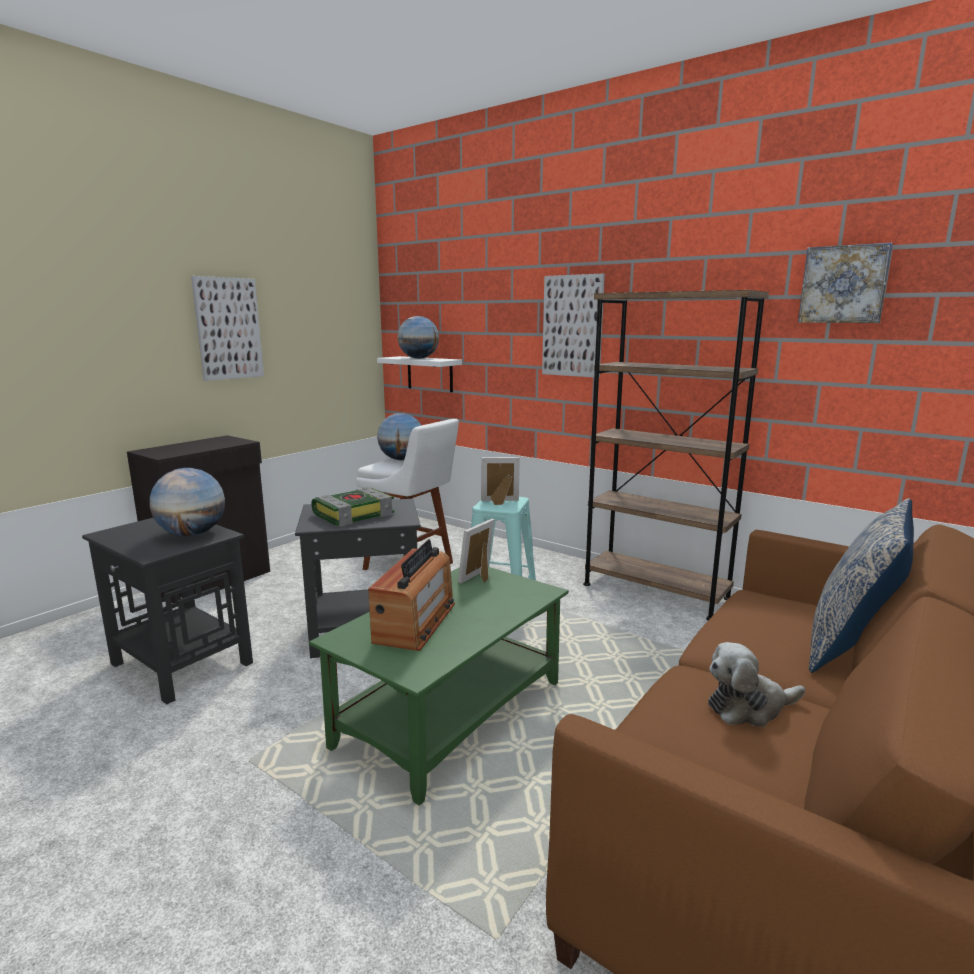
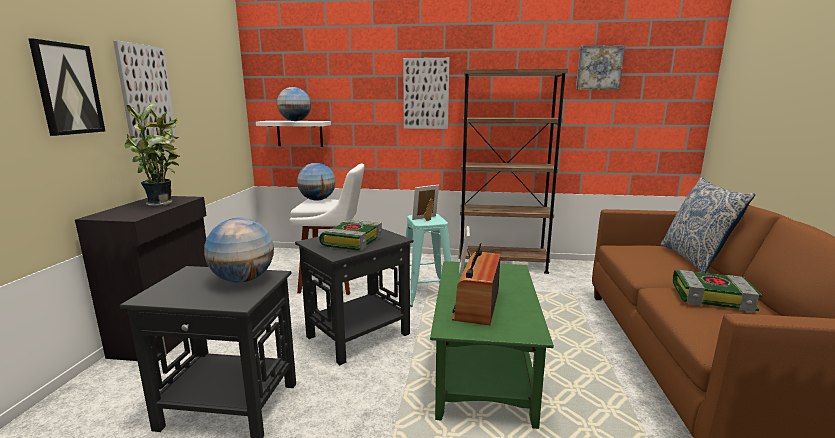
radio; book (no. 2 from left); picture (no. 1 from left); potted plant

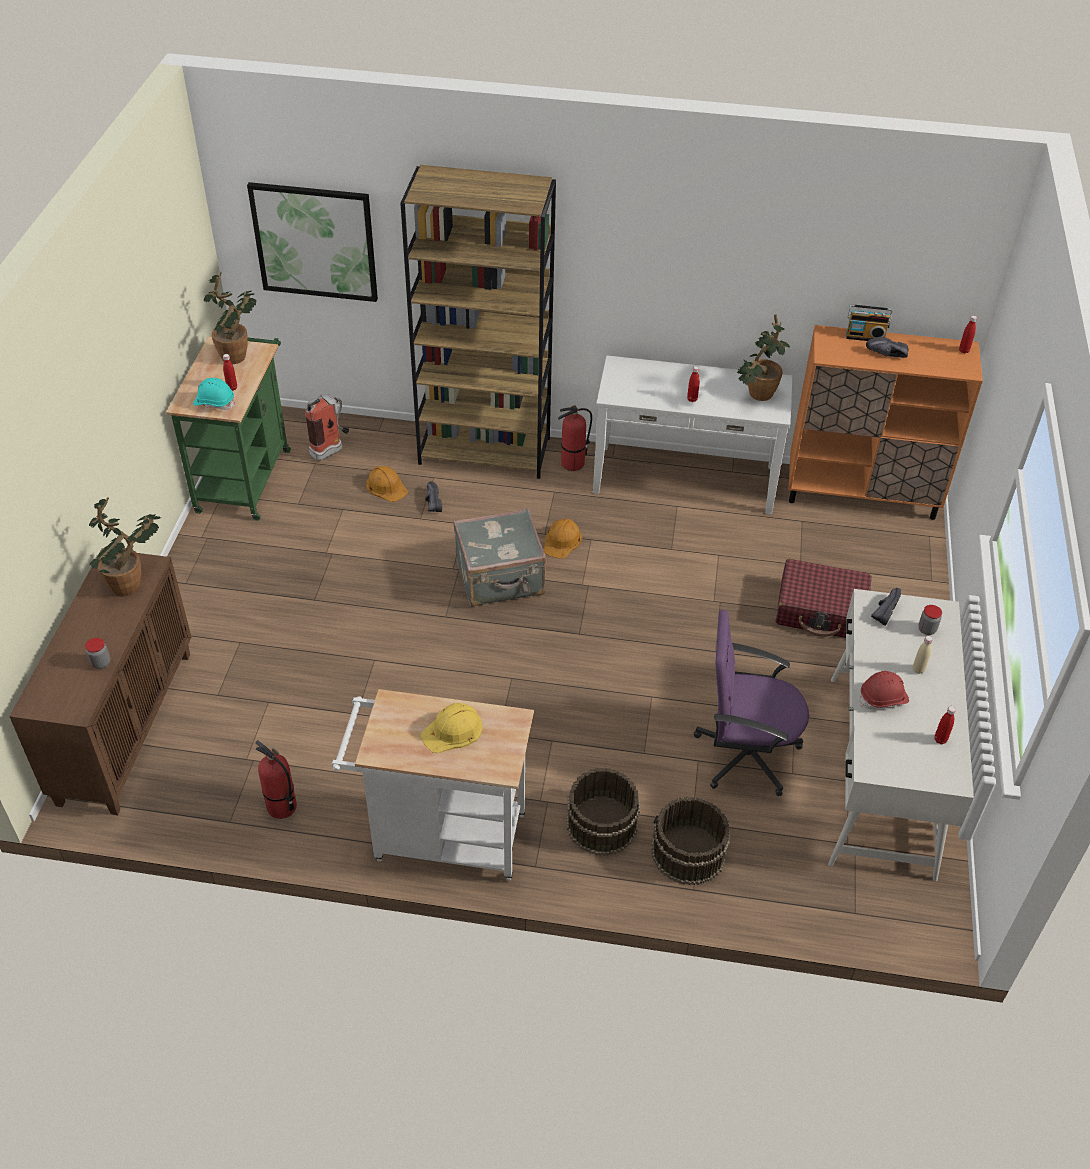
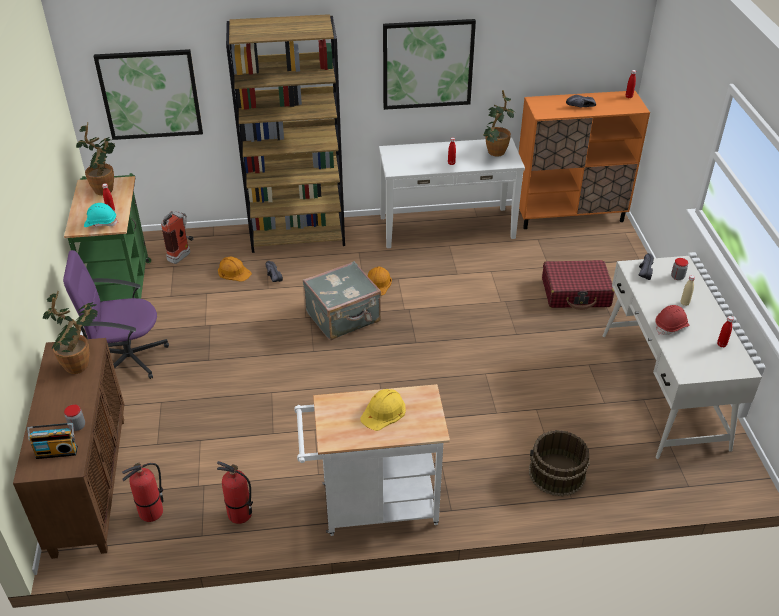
fire extinguisher (no. 1 from left); brown bucket (no. 1 from left in the first image); purple office chair; radio; picture (no. 2 from left)

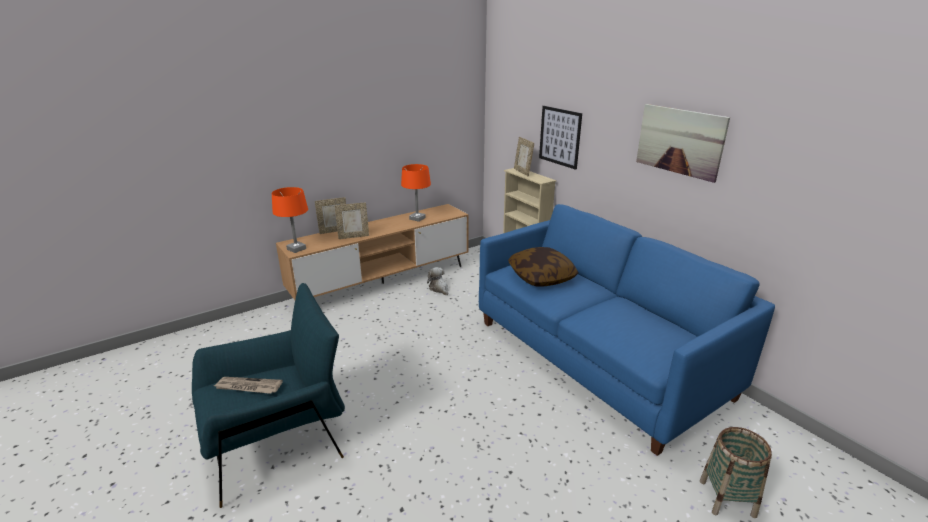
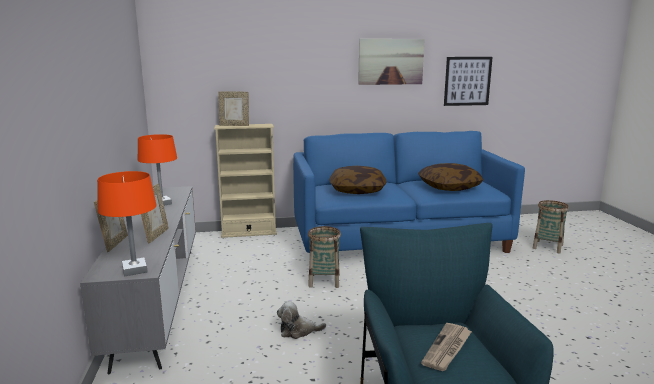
grey tv stand; plush toy; picture (no. 2 from left); basket (no. 1 from left); pillow (no. 2 from left)

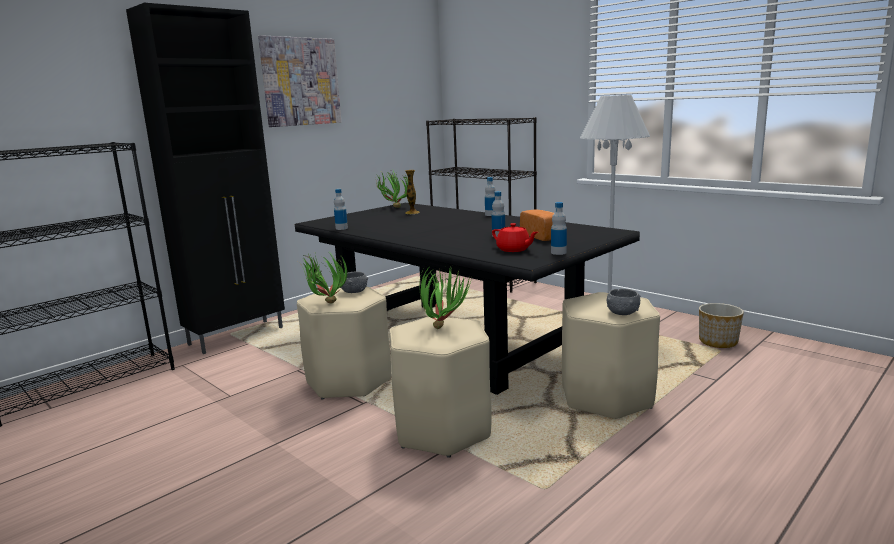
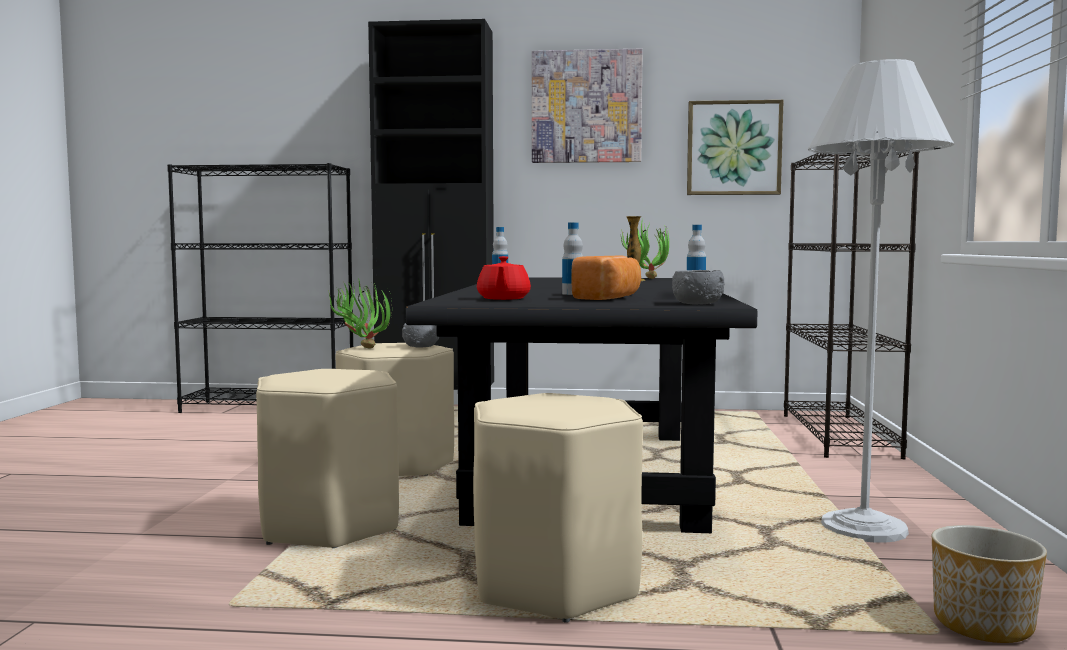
potted plant (no. 3 from left in the first image); bottle (no. 4 from left in the first image); grey bowl (no. 2 from left); picture (no. 2 from left)

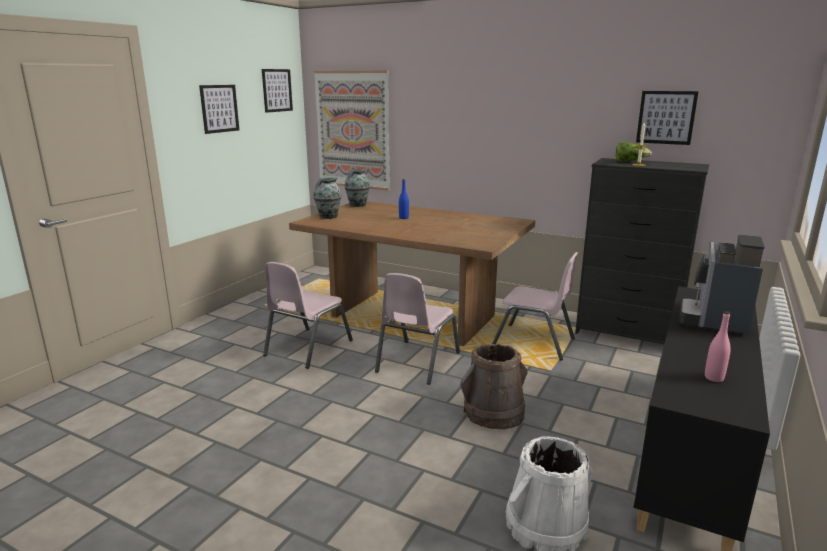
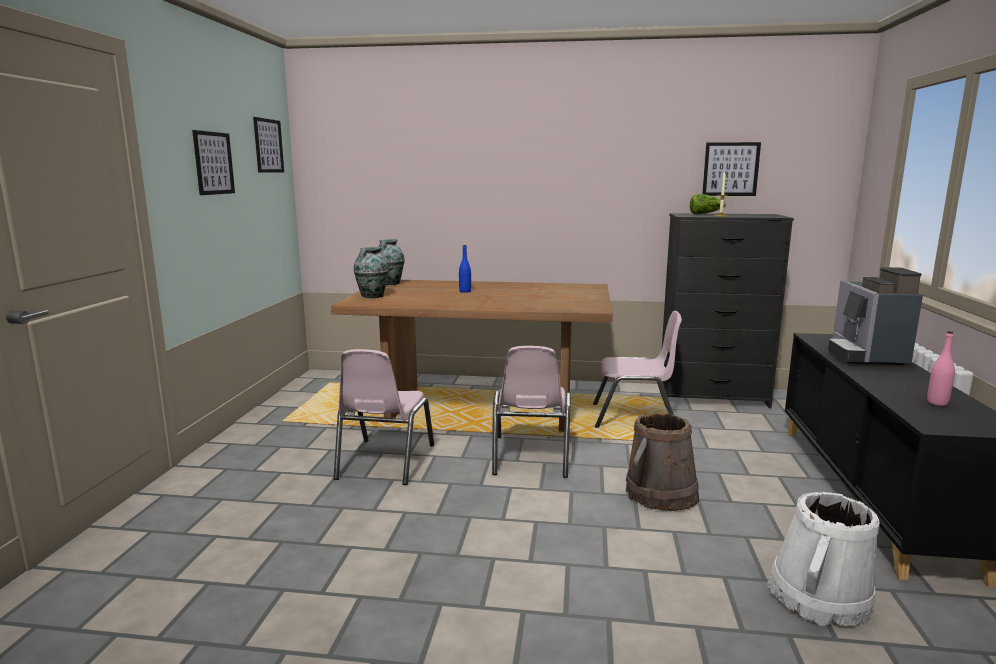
picture (no. 3 from left in the first image)

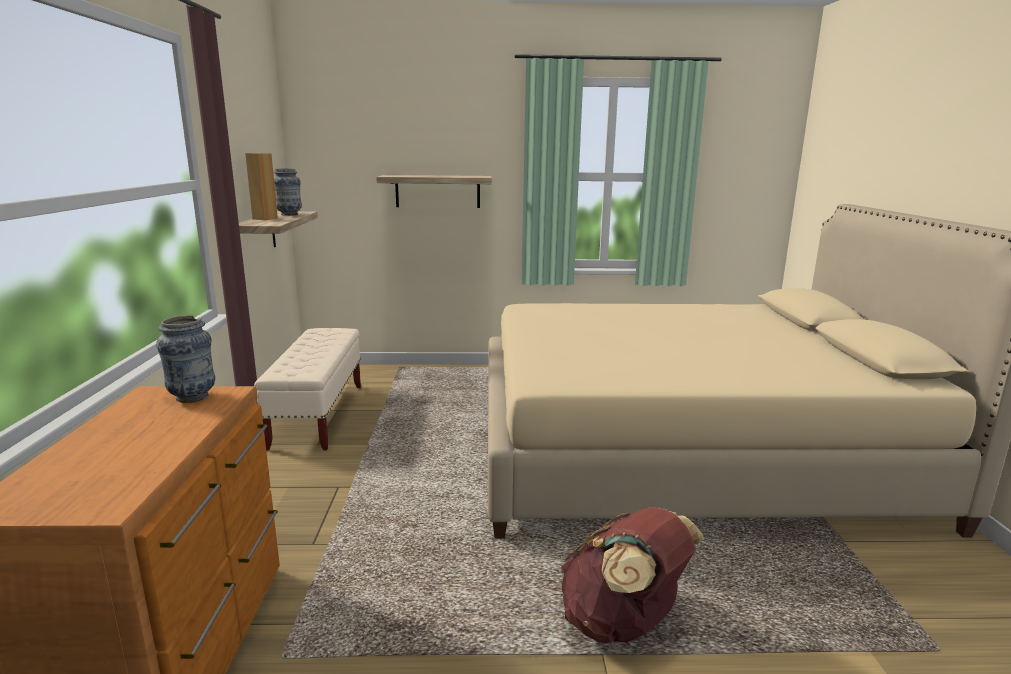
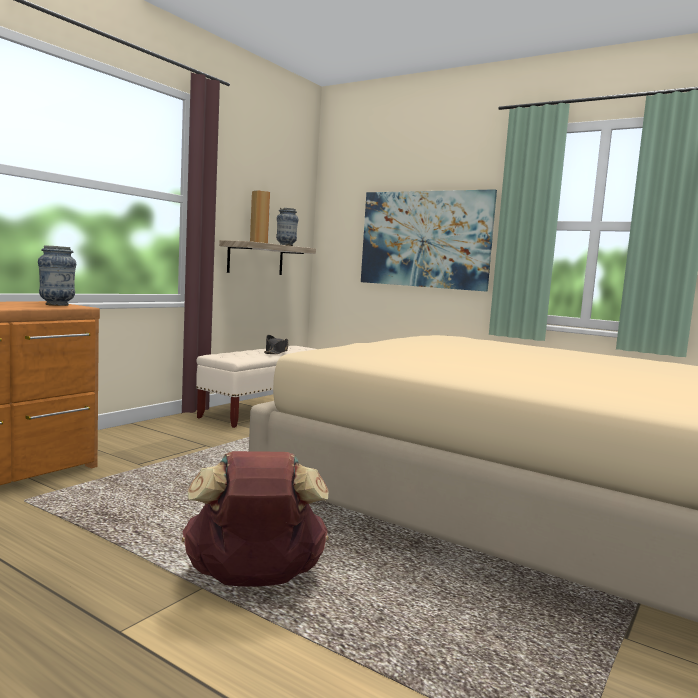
picture; black hat

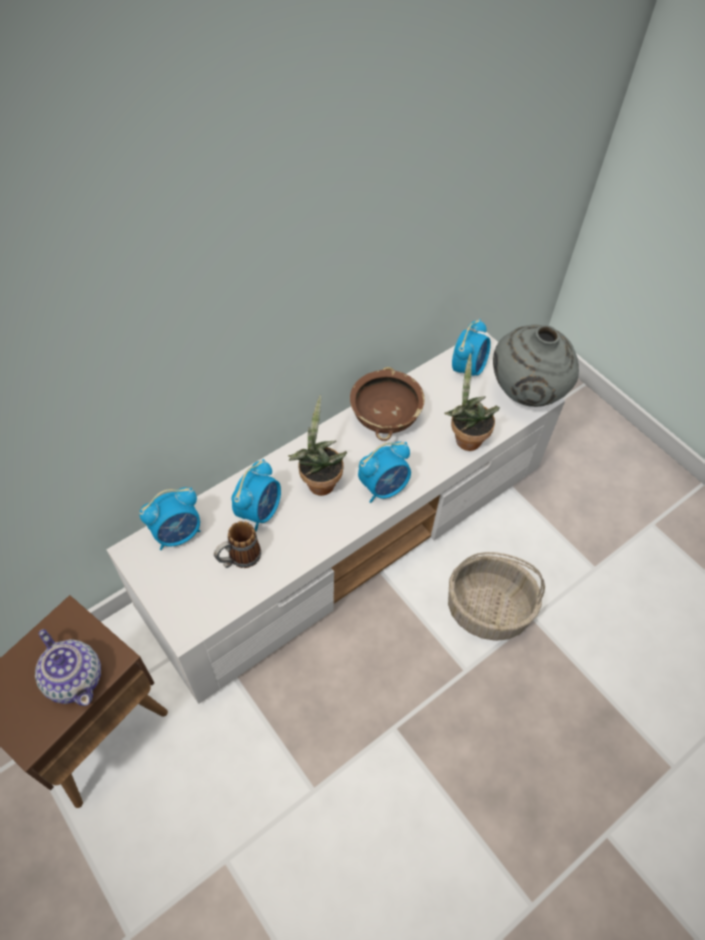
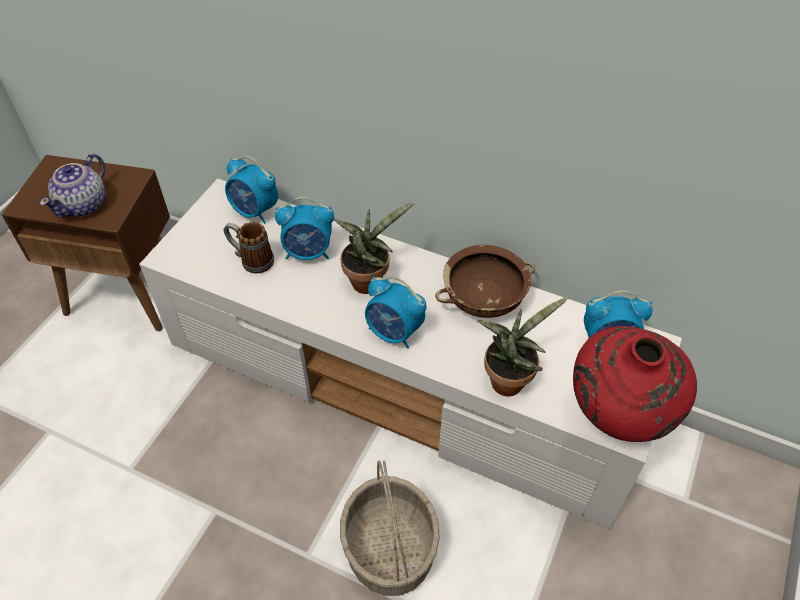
red vase

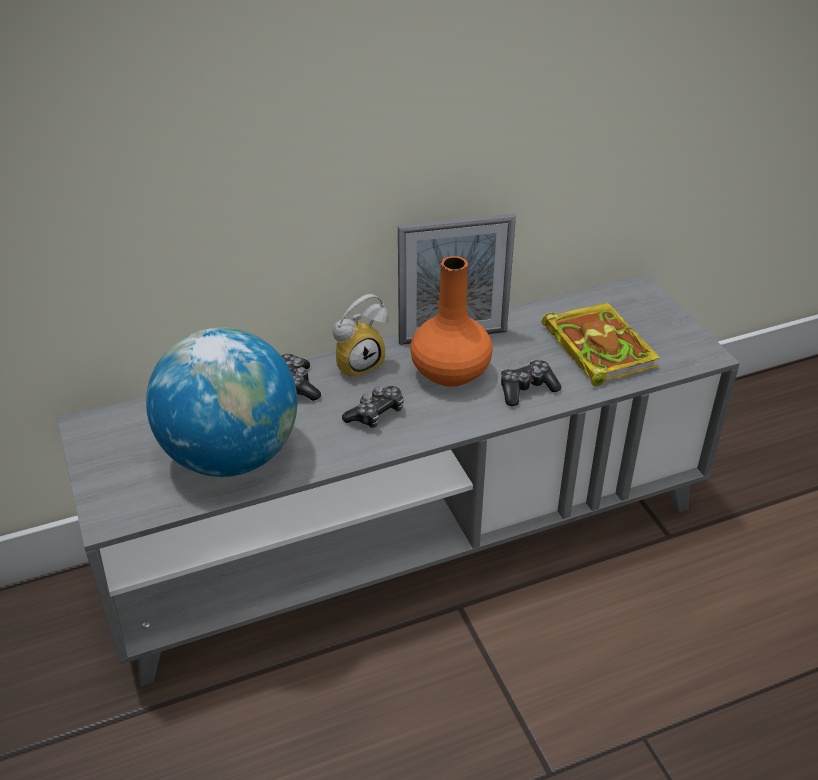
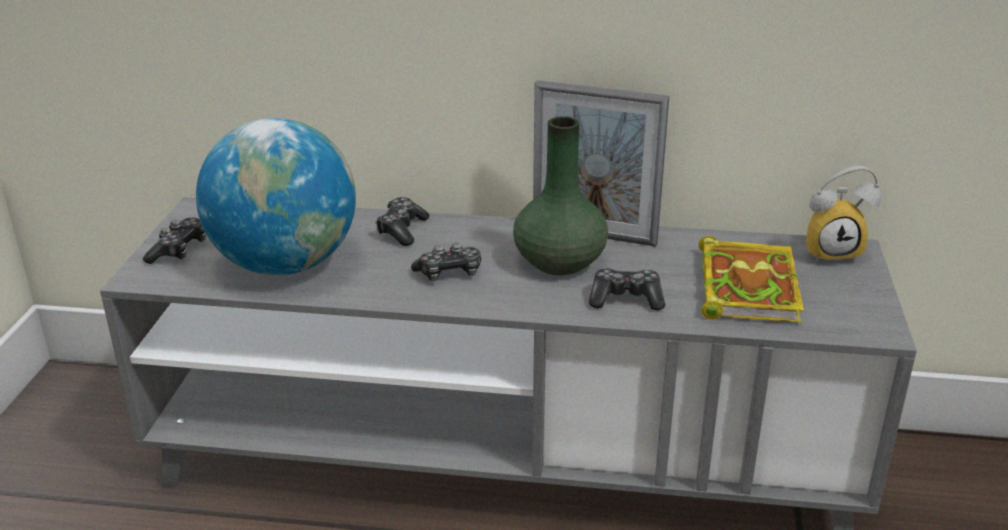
alarm clock; green vase; game controller (no. 1 from left)

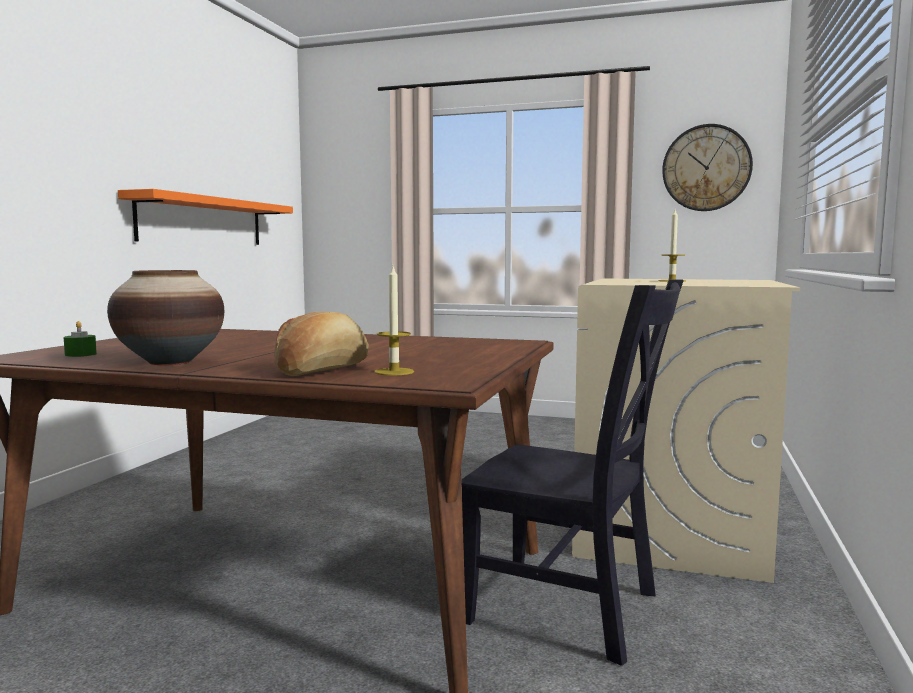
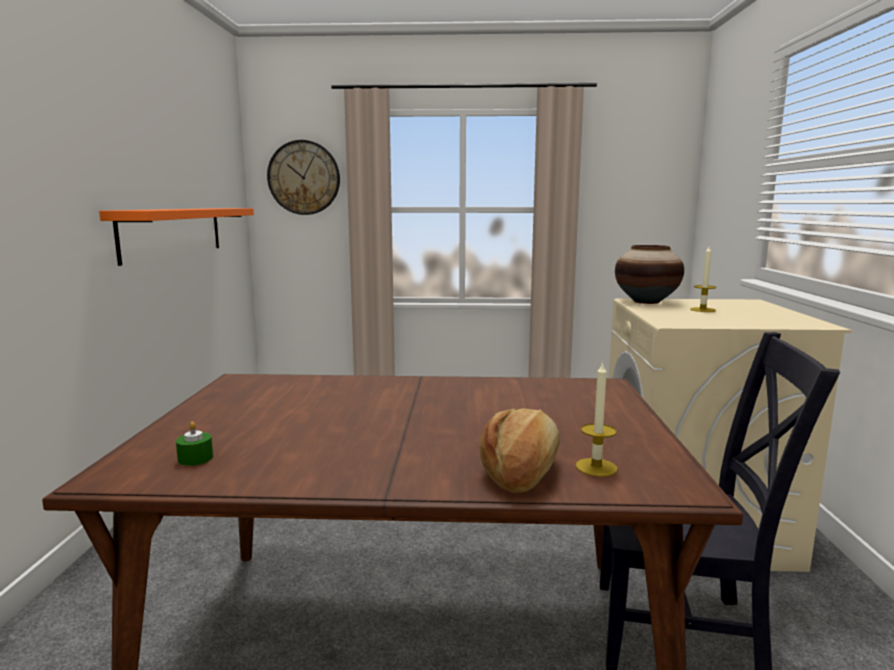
vase; wall clock

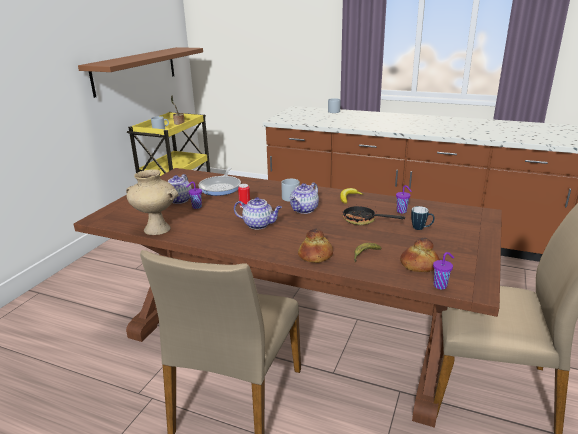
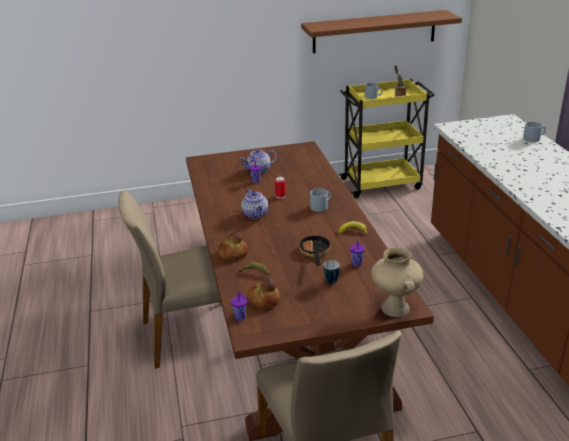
beige vase; frying pan (no. 1 from left in the first image); teapot (no. 3 from left in the first image)

